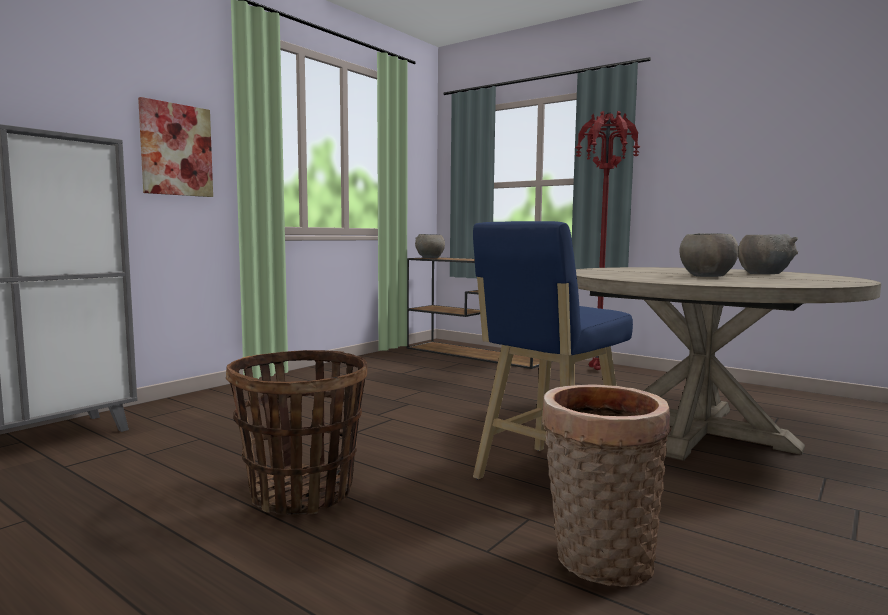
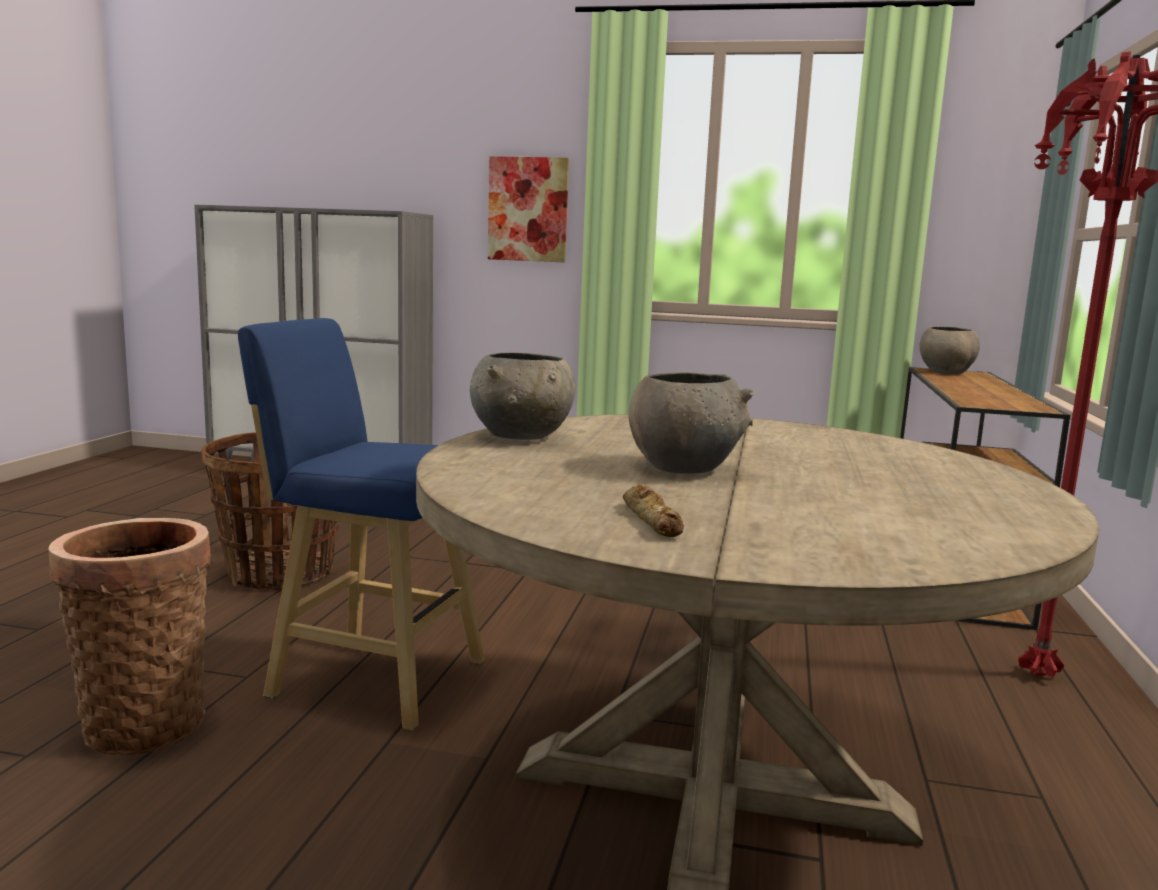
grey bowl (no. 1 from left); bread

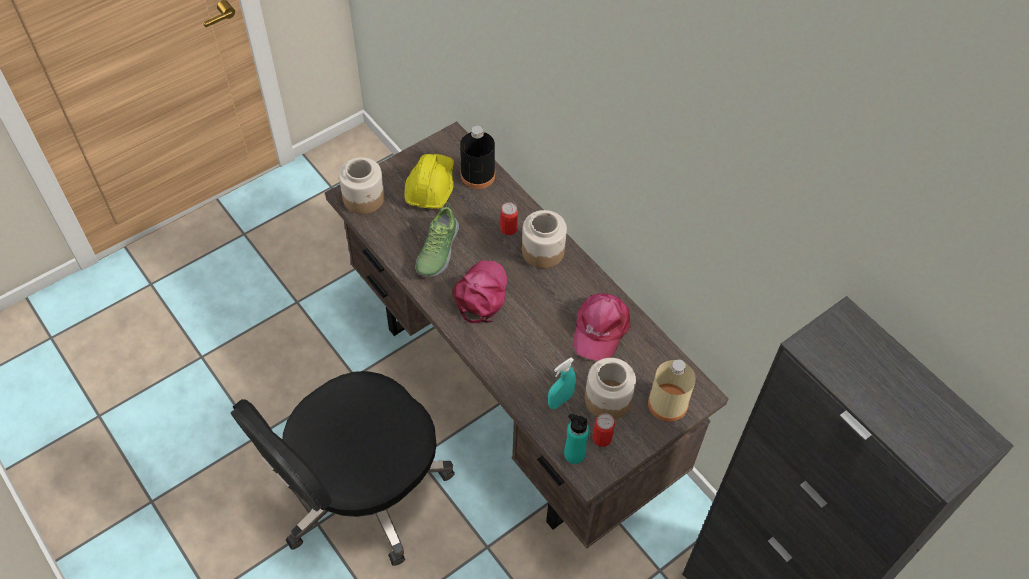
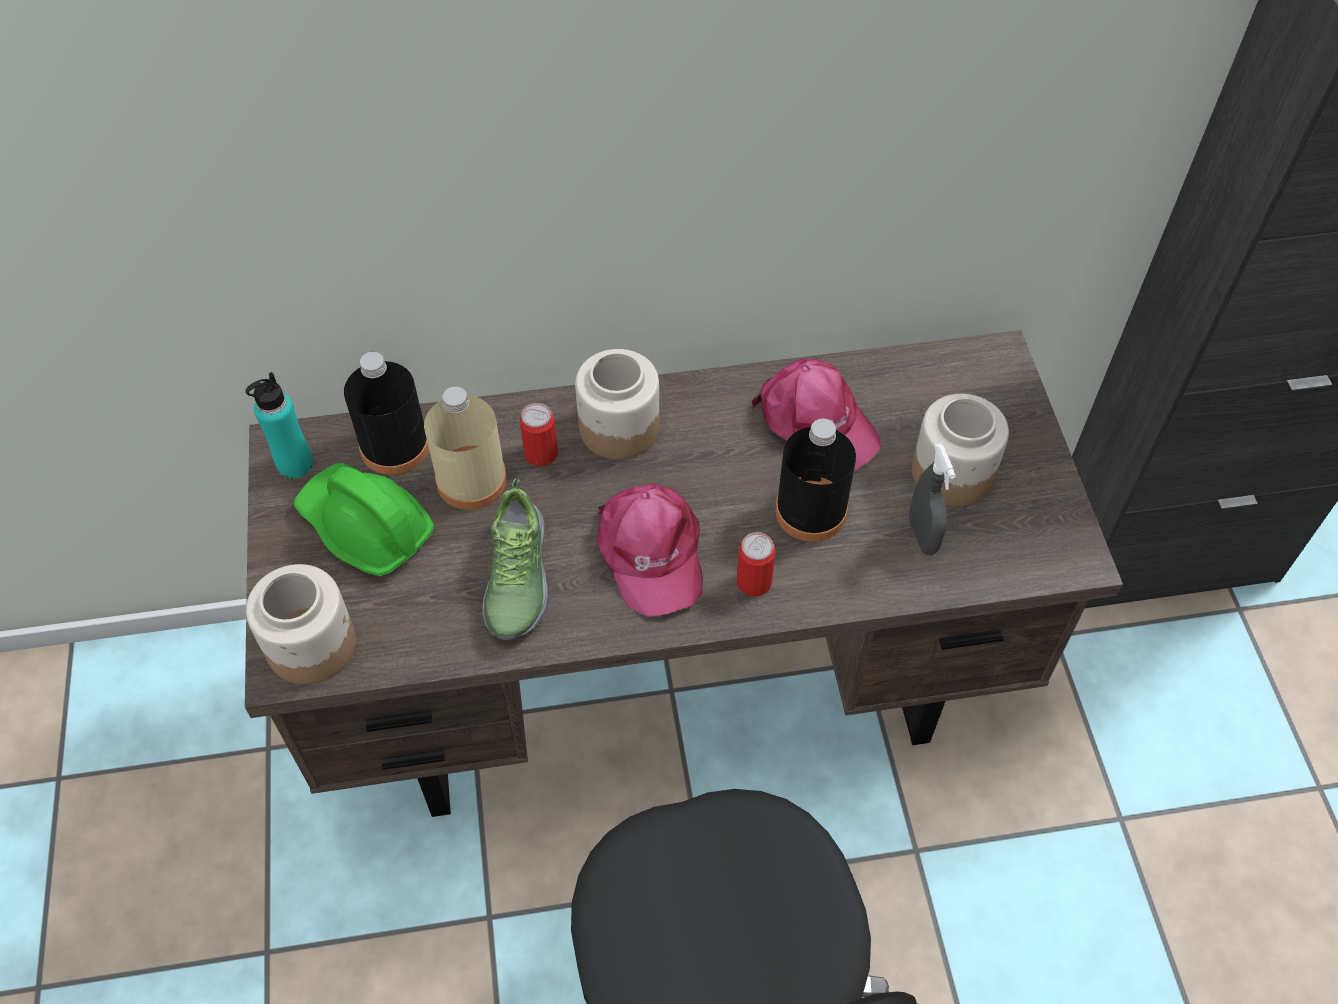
green hard hat; shoe; pink cap (no. 1 from left); grey spray bottle; turquoise bottle; can (no. 2 from left); beige bottle; black bottle (no. 2 from left)

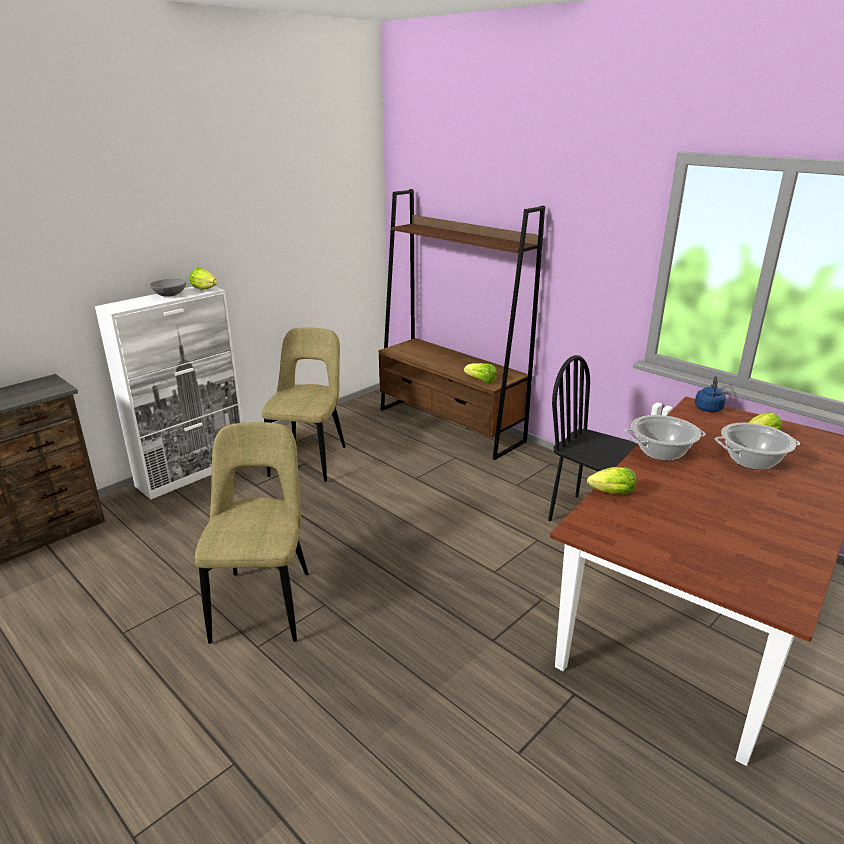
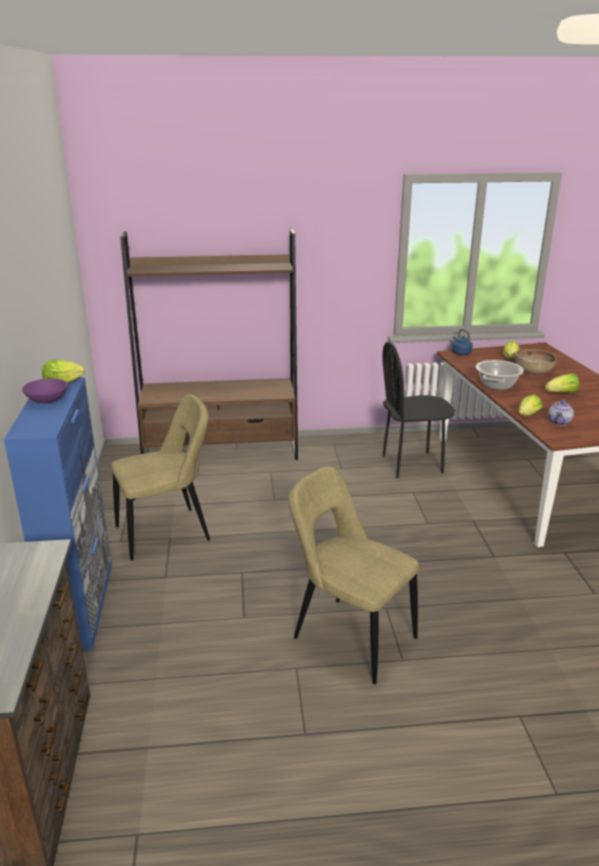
blue cabinet; purple bowl; beige chair (no. 1 from left); lettuce (no. 4 from left); brown bowl; teapot

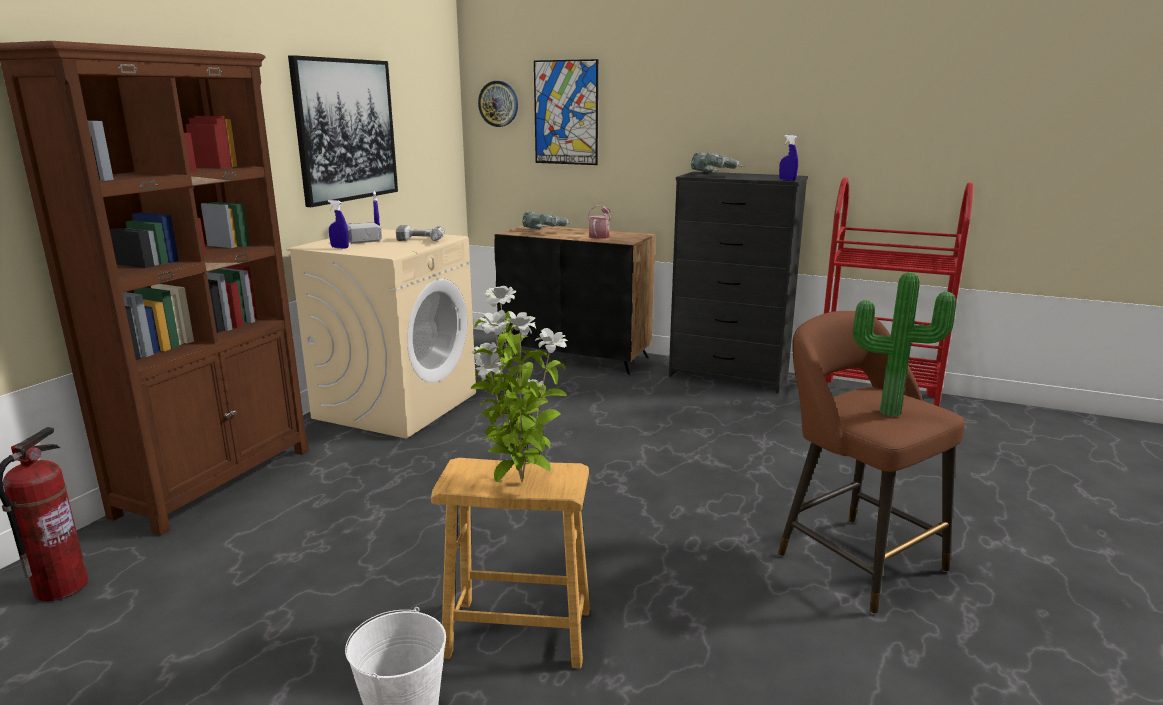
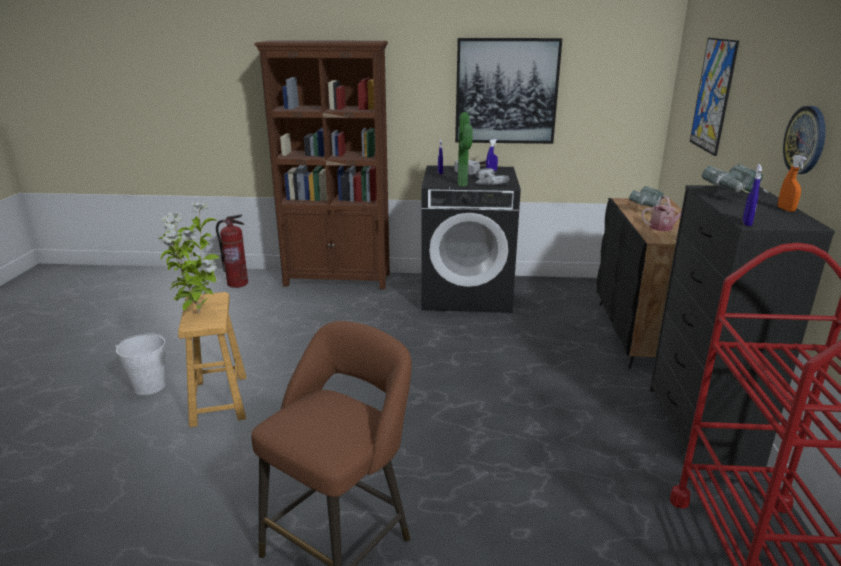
black washing machine; wall clock; potted plant (no. 2 from left); orange spray bottle

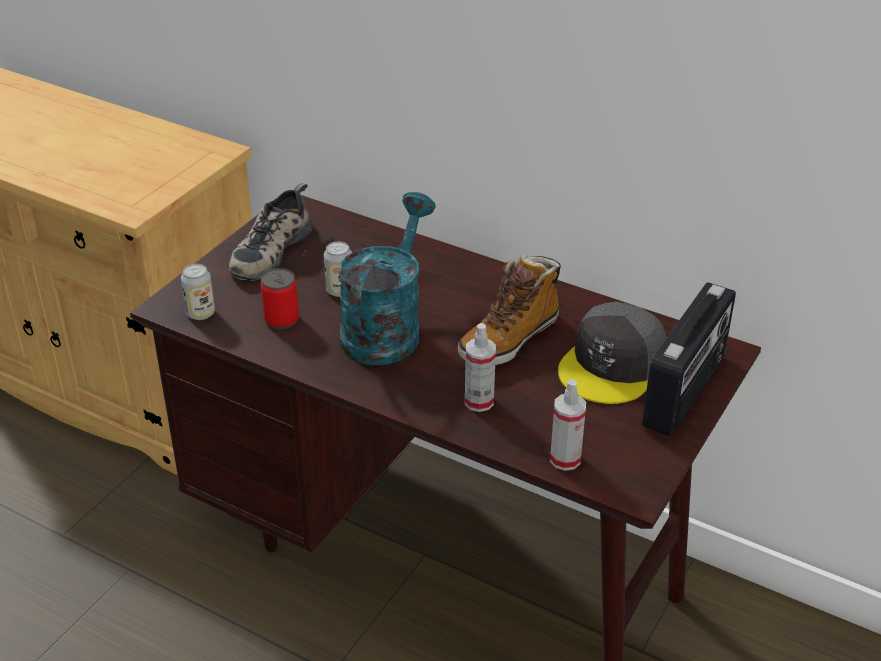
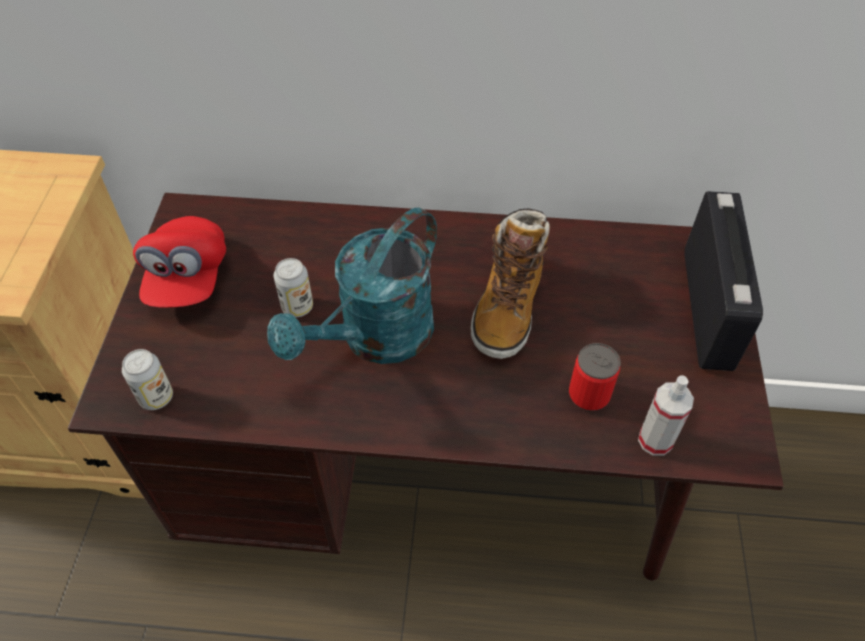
red cap; can (no. 3 from left); turquoise watering can; spray bottle (no. 1 from left in the first image); grey cap

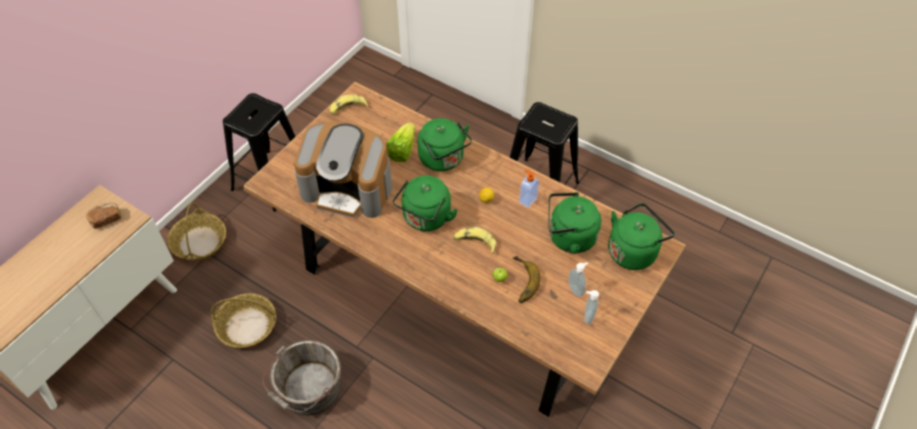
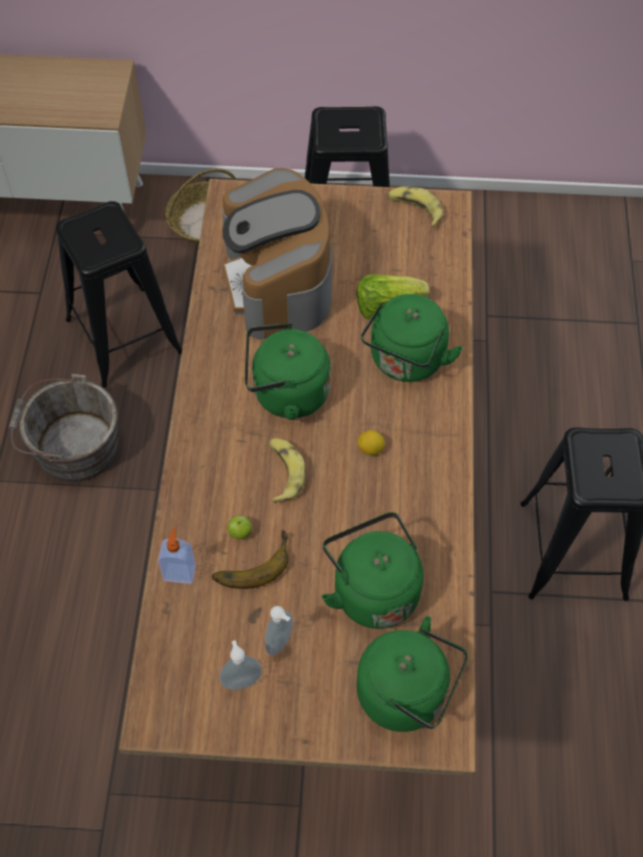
bread; black stool (no. 1 from left); soap dispenser (no. 1 from left)

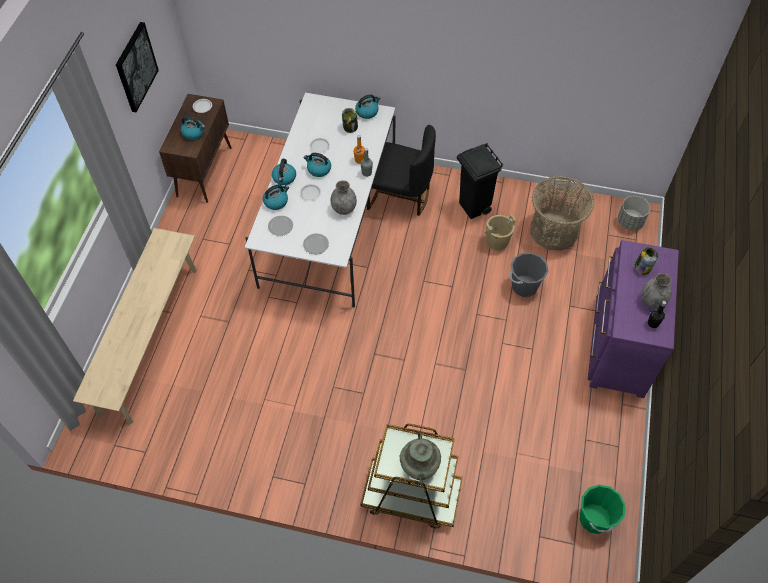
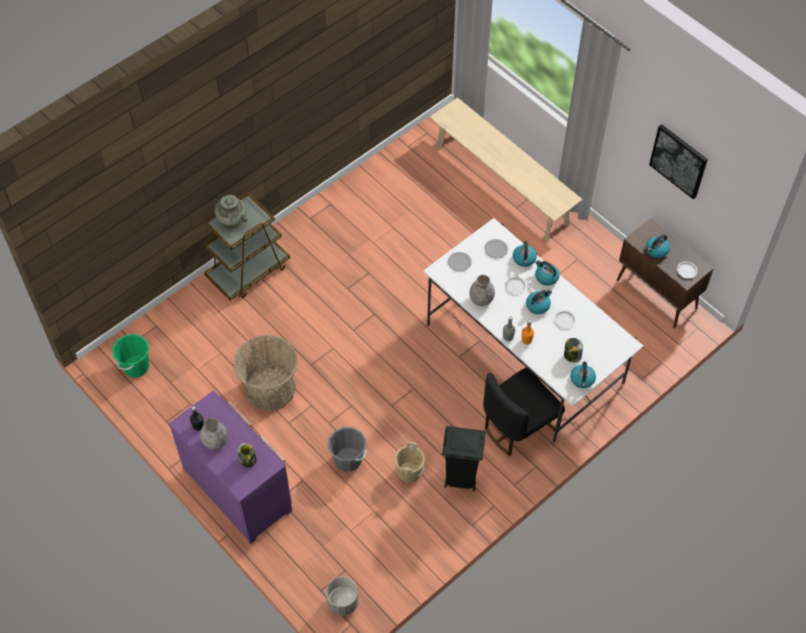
basket

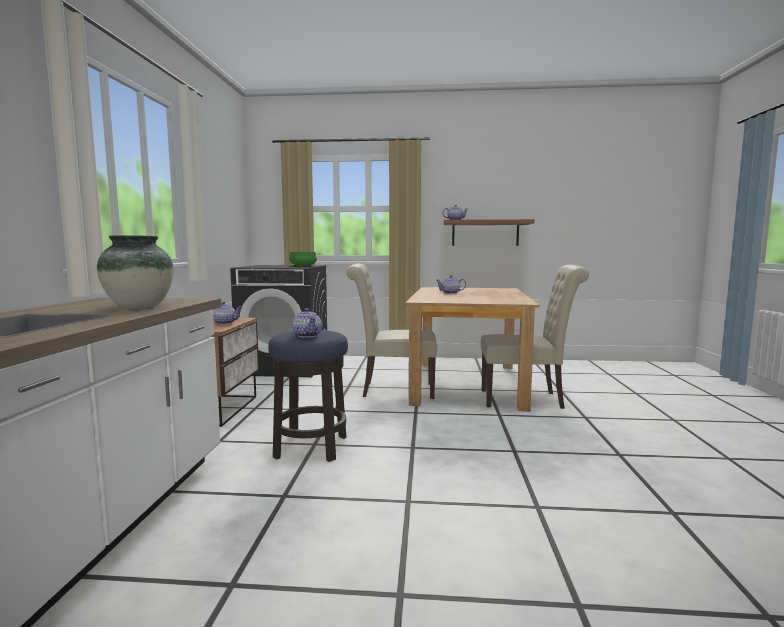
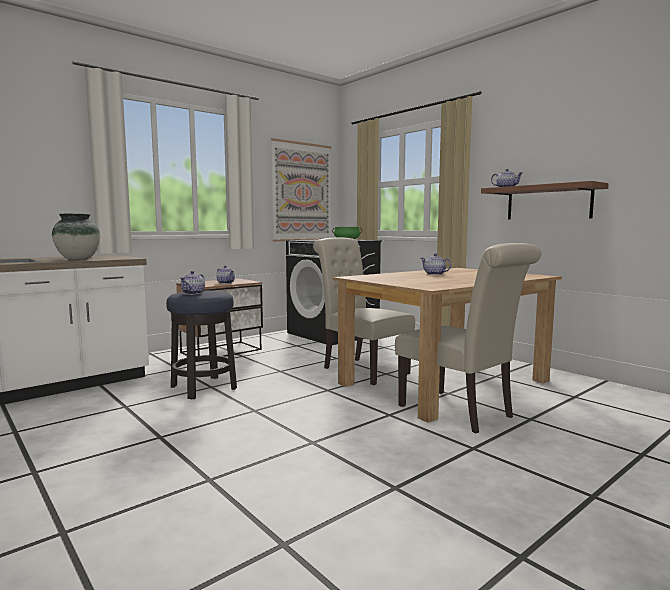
picture

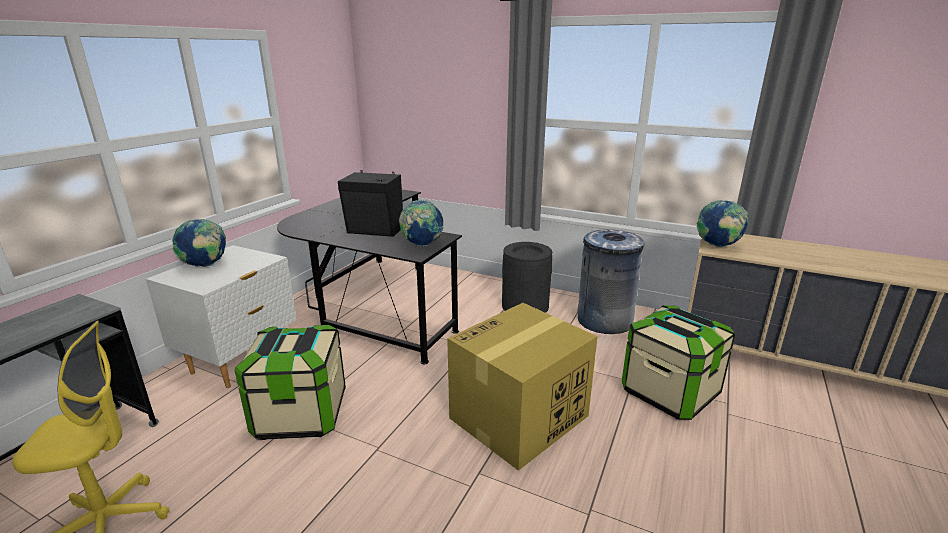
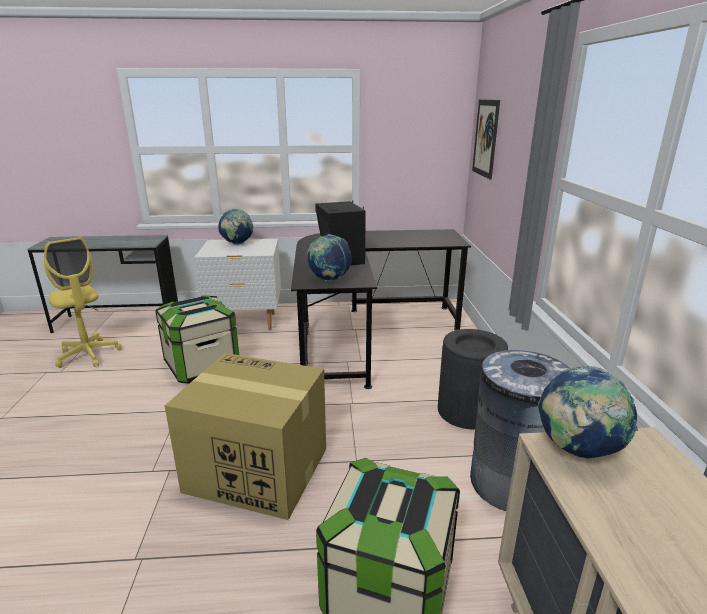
picture

